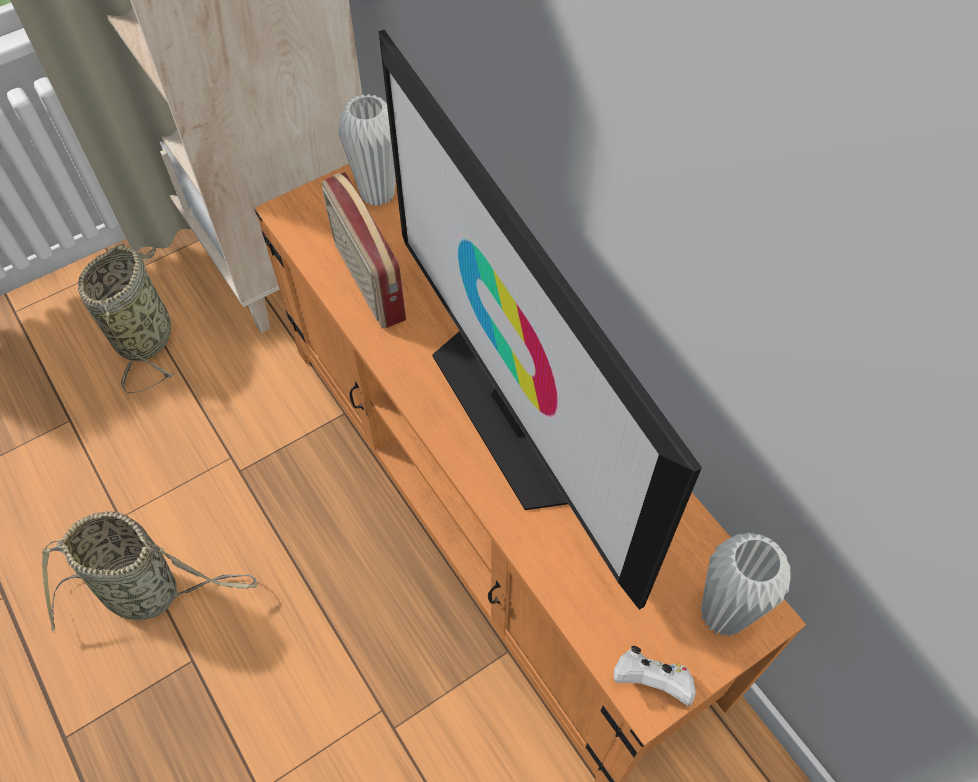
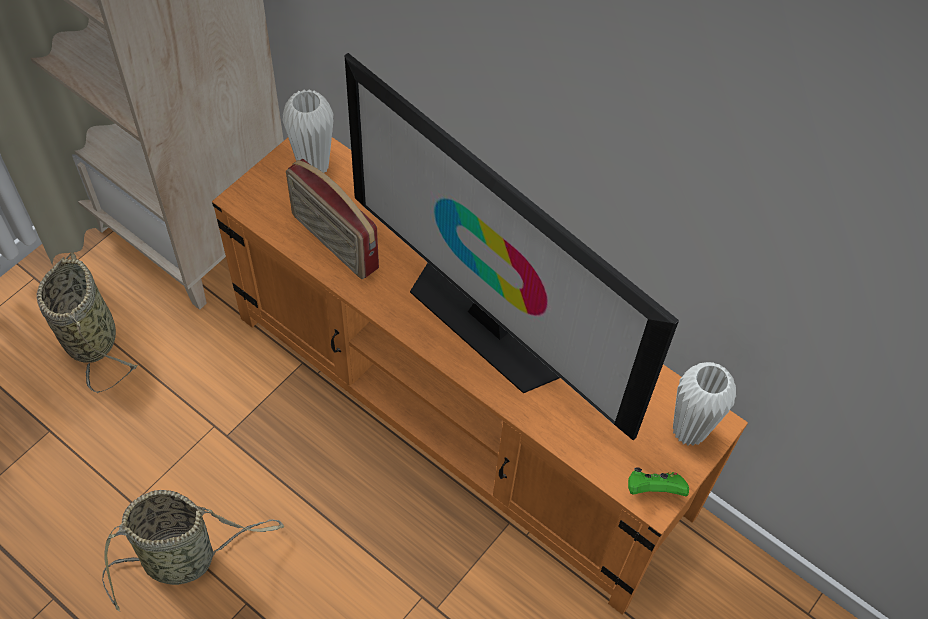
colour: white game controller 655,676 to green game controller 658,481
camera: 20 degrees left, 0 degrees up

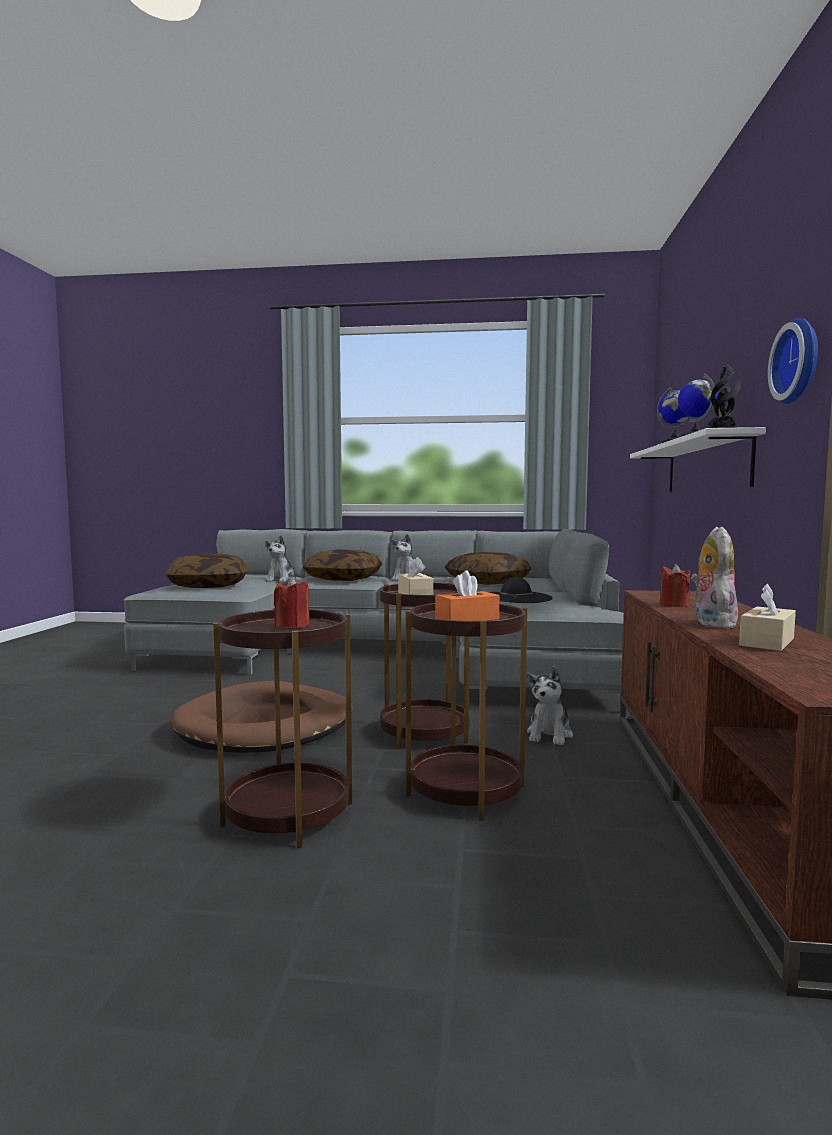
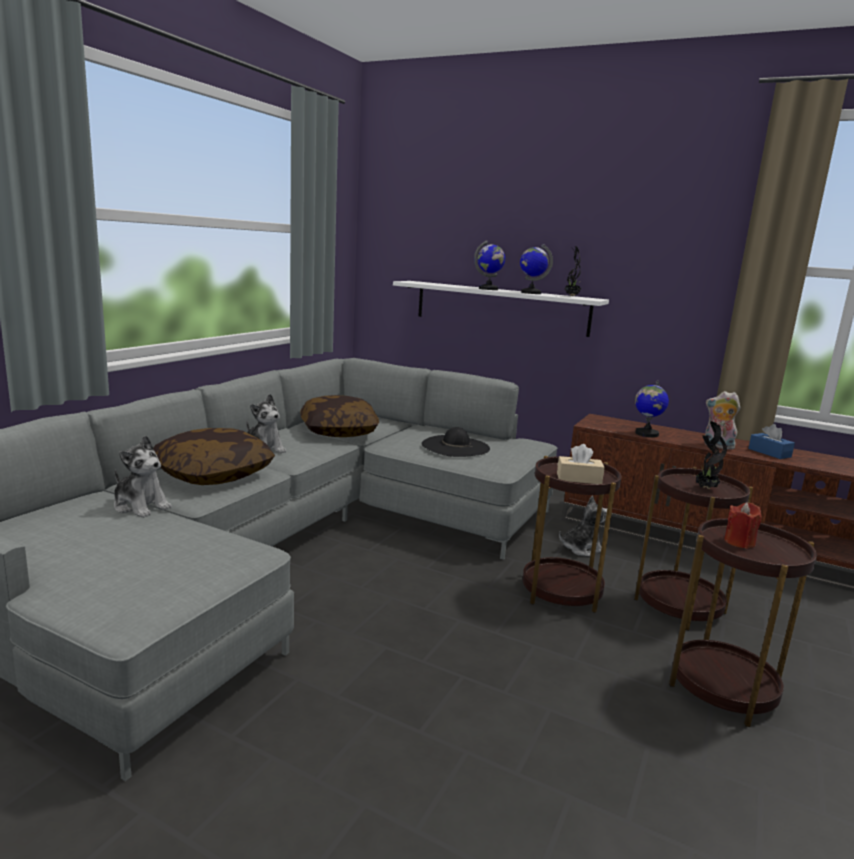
missing: pillow 207,571; brown dog bed 262,717; wall clock 793,361
exchanged: red candle 675,585 to globe 652,408; orange tissue box 467,595 to potted plant 710,455
colour: beige tissue box 767,617 to blue tissue box 771,441
spun: plush toy 549,705 = 583,525 60 degrees counterclockwise
camera: 70 degrees left, 10 degrees up

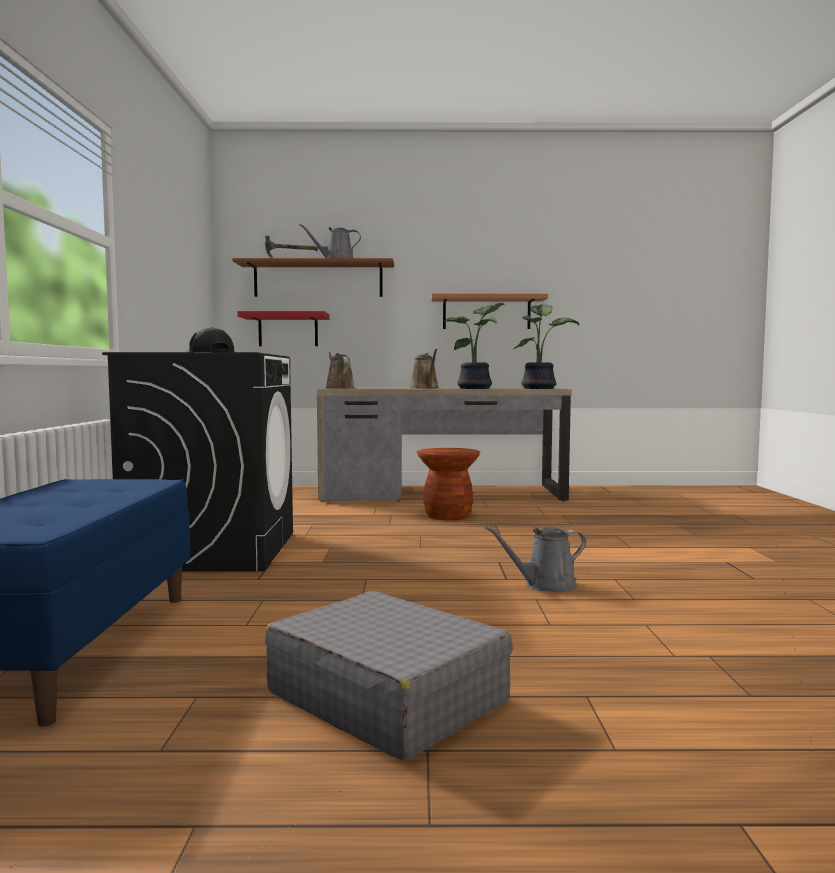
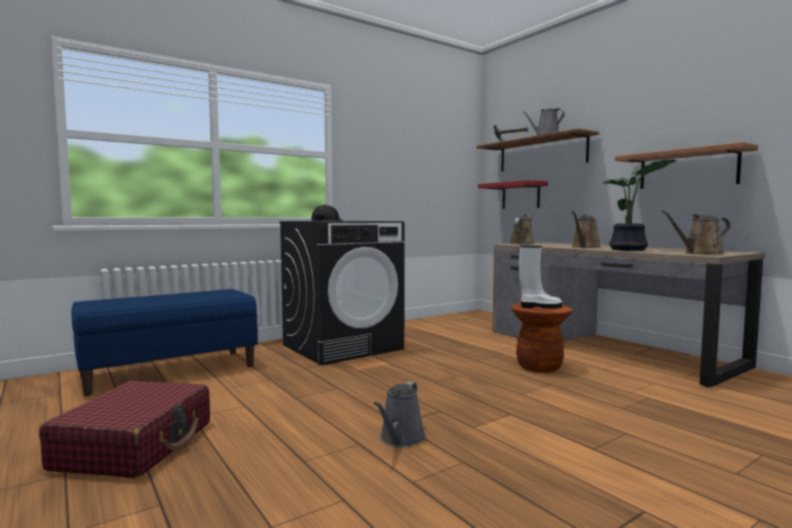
appeared: white boot 540,277
exchanged: potted plant 546,346 to brown watering can 696,232
colour: grey suitcase 389,676 to red suitcase 124,429
spun: grey watering can 535,559 = 400,414 105 degrees counterclockwise
camera: 55 degrees right, 0 degrees up

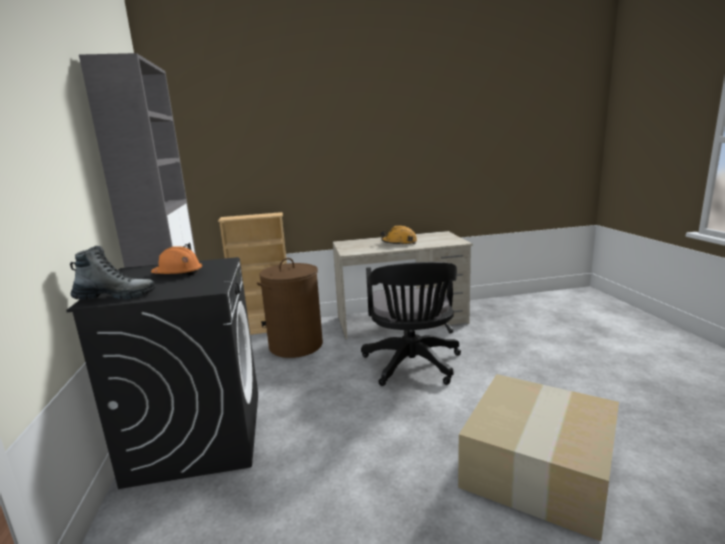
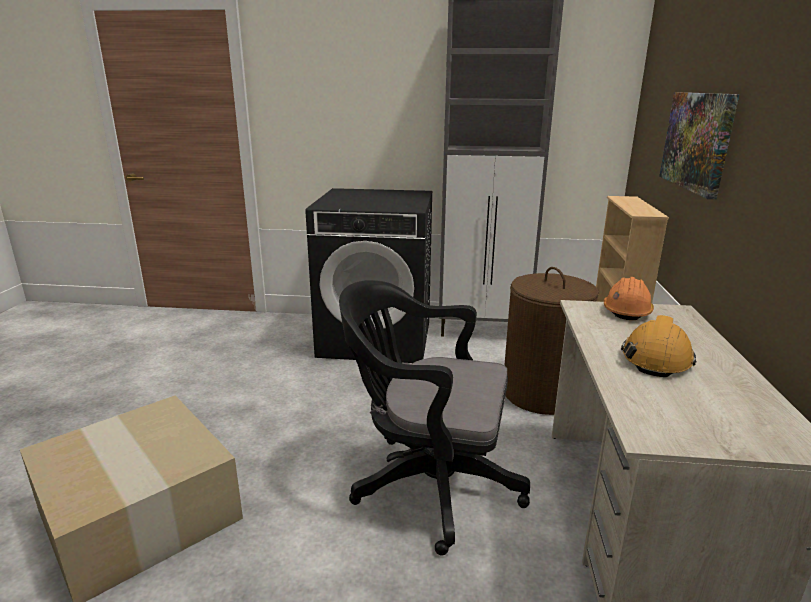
missing: boot 112,273
appeared: picture 699,145
relocated: orange hard hat 176,261 to 629,298
camera: 105 degrees right, 5 degrees up

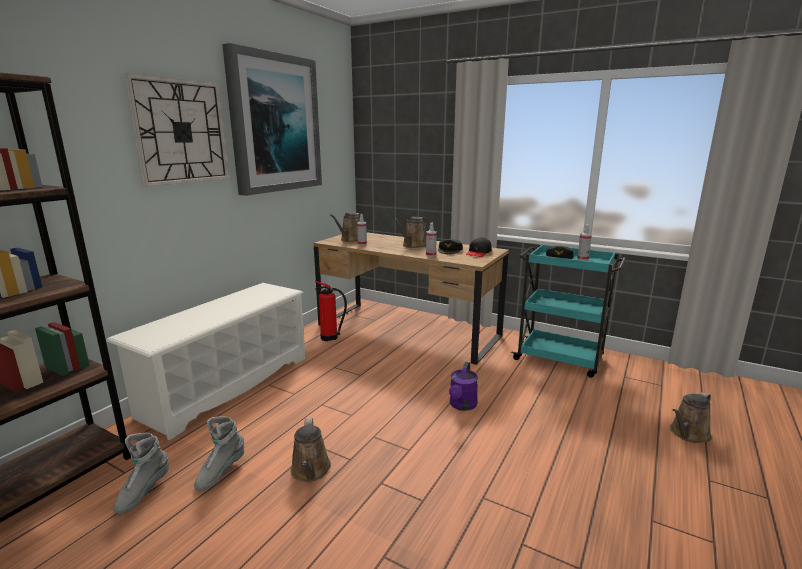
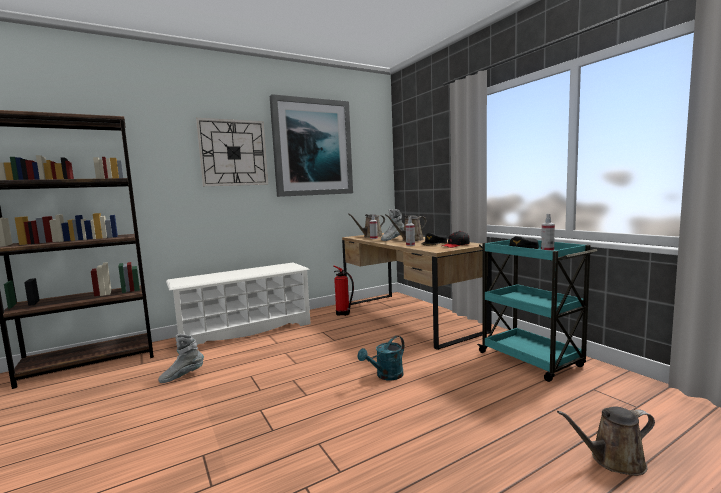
missing: brown watering can 310,450
relocated: grey boot 141,473 to 392,225
colour: purple watering can 463,386 to turquoise watering can 381,358
camera: 30 degrees right, 10 degrees down

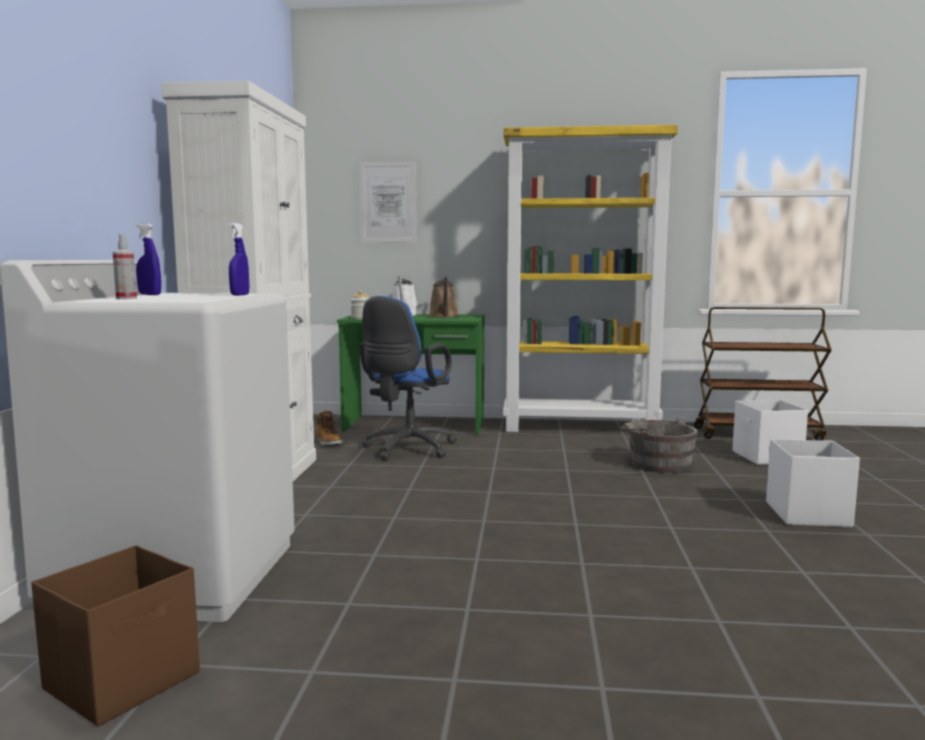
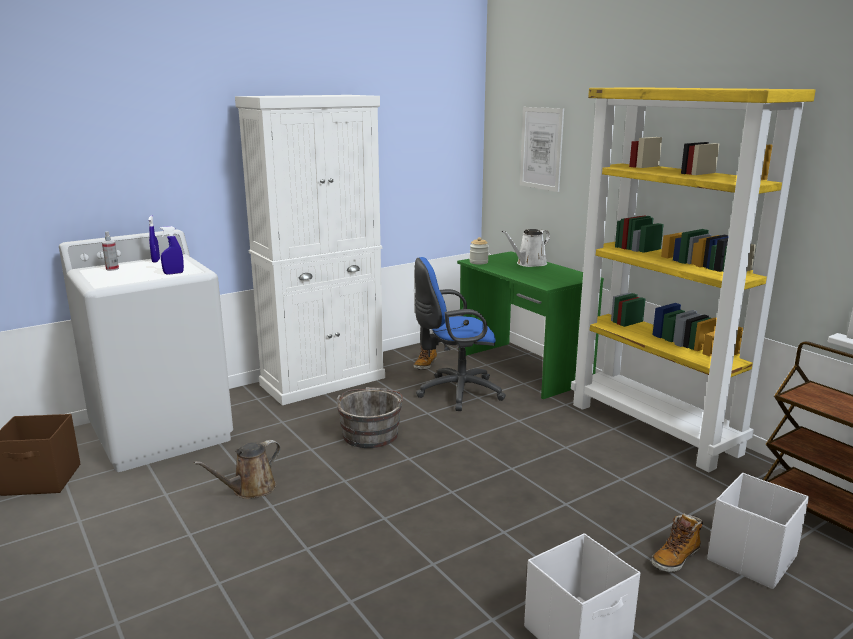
appeared: boot 677,543
relocated: brown watering can 443,297 to 237,469; grey bucket 659,445 to 370,417
camera: 50 degrees right, 10 degrees up

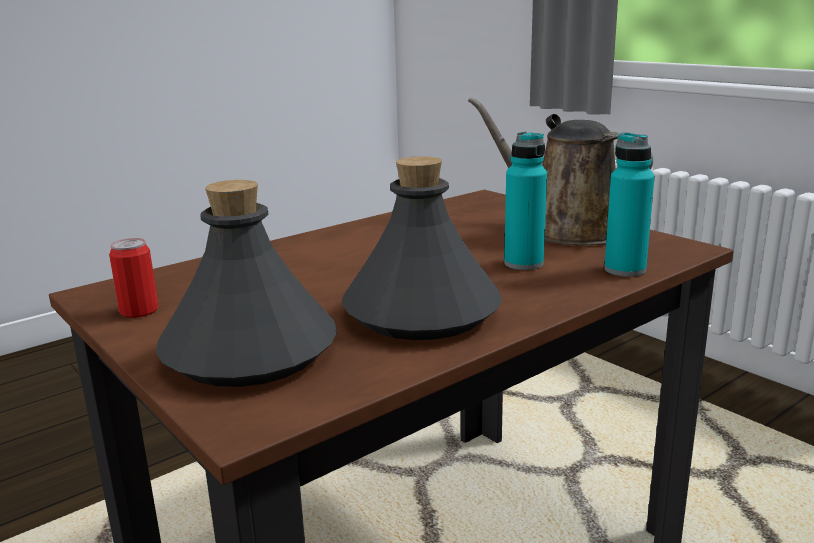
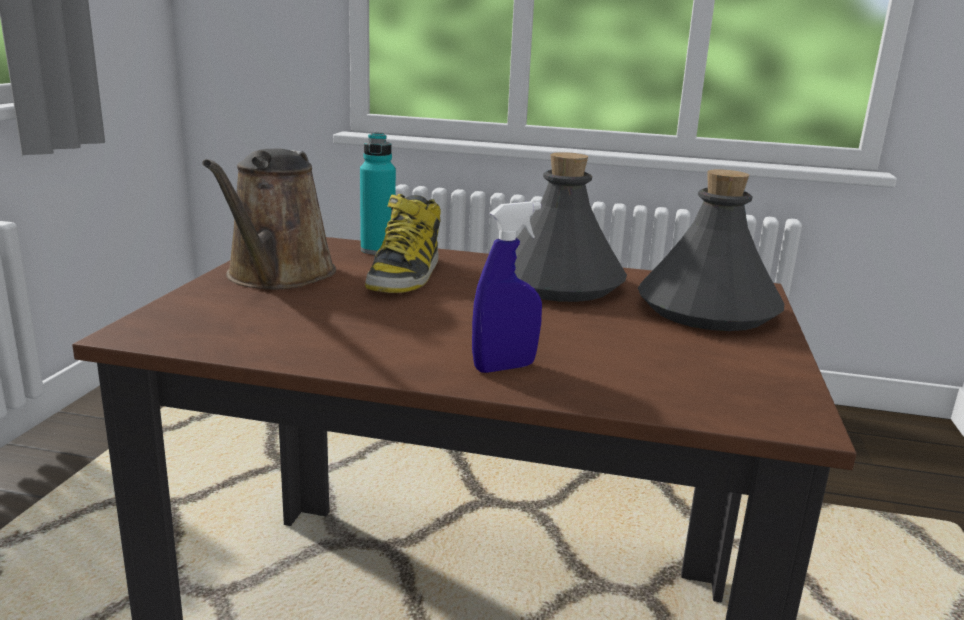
missing: can 134,278
appeared: blue spray bottle 507,287
exchanged: turquoise bottle 525,201 to boot 403,243
camera: 130 degrees left, 0 degrees up

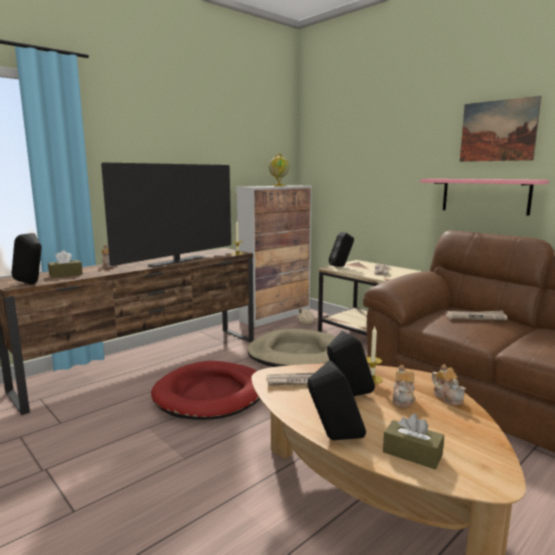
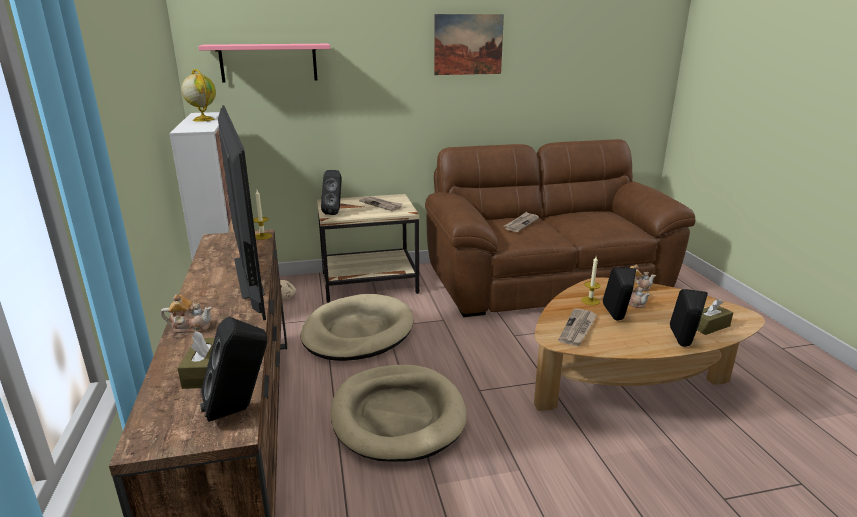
relocated: pink shelf 485,197 to 264,63
colour: red dog bed 205,390 to beige dog bed 398,413
camera: 60 degrees left, 10 degrees up

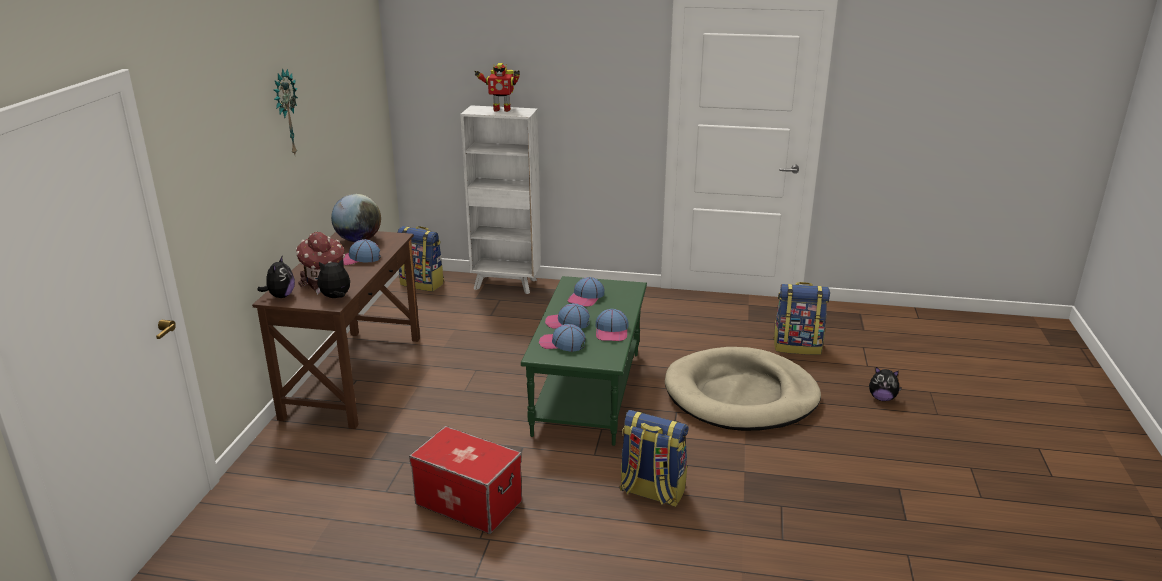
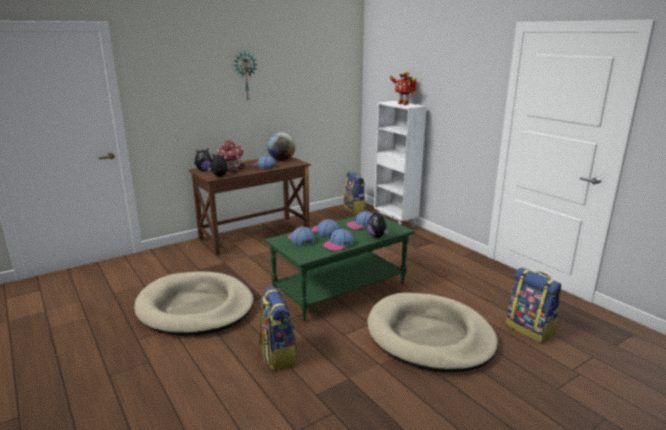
relocated: plush toy 885,384 to 378,224
exchanged: storage box 465,480 to beige dog bed 194,303
camera: 45 degrees right, 5 degrees down

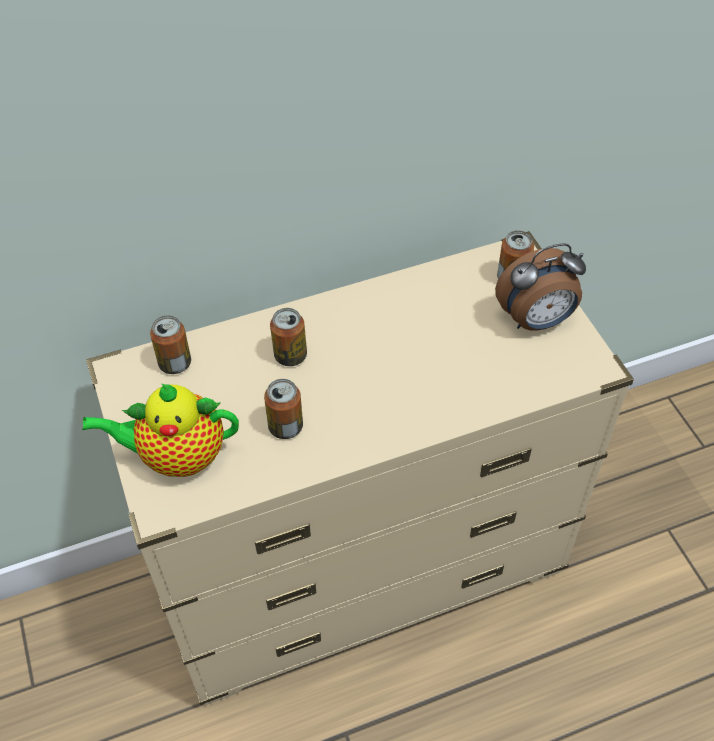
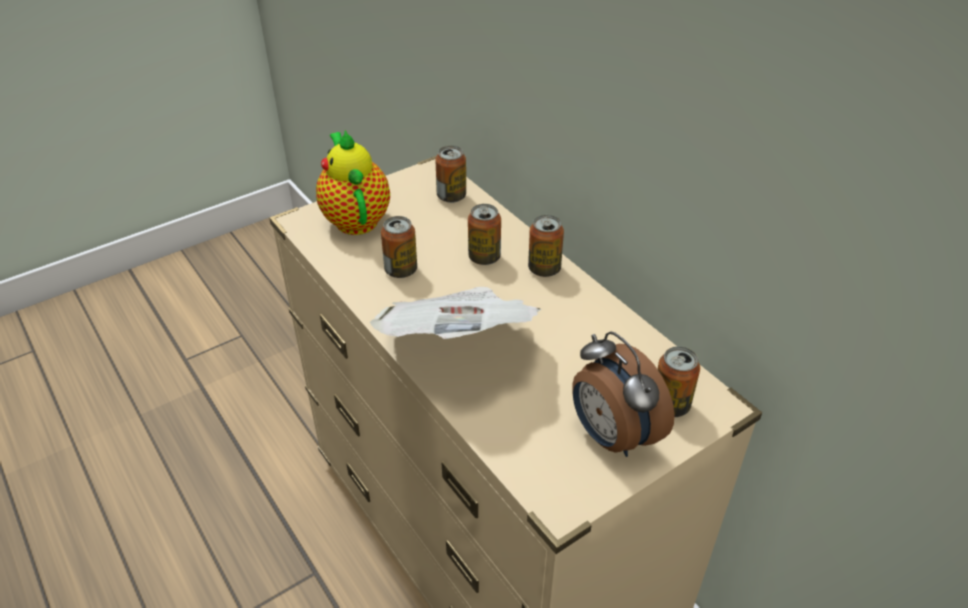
appeared: newspaper 455,313; can 546,246
camera: 75 degrees right, 10 degrees down

